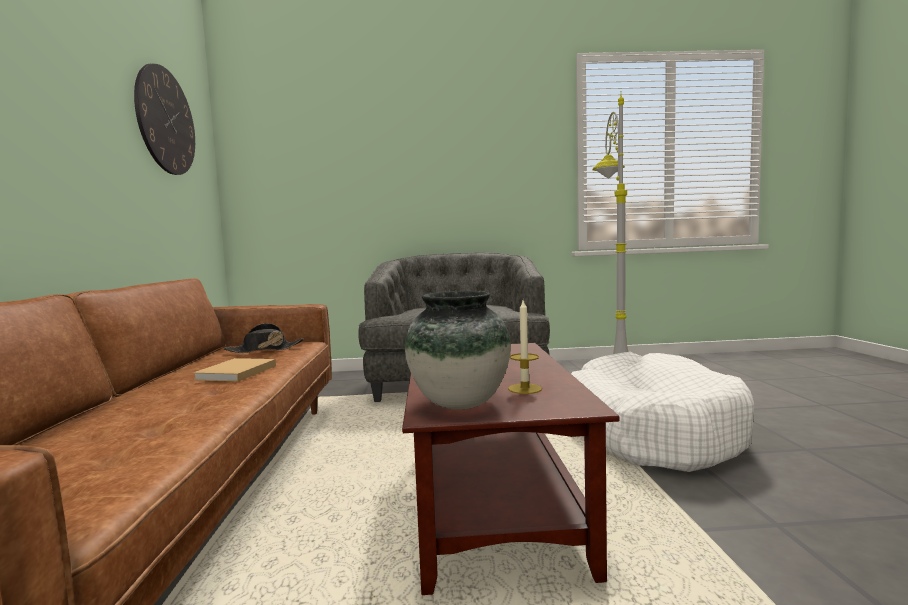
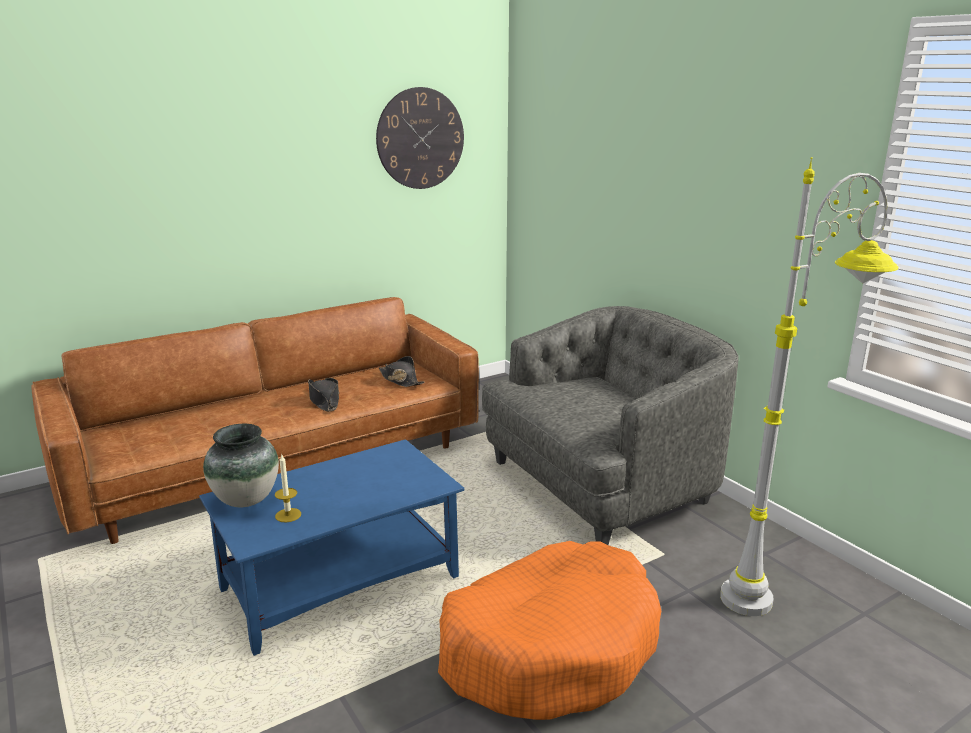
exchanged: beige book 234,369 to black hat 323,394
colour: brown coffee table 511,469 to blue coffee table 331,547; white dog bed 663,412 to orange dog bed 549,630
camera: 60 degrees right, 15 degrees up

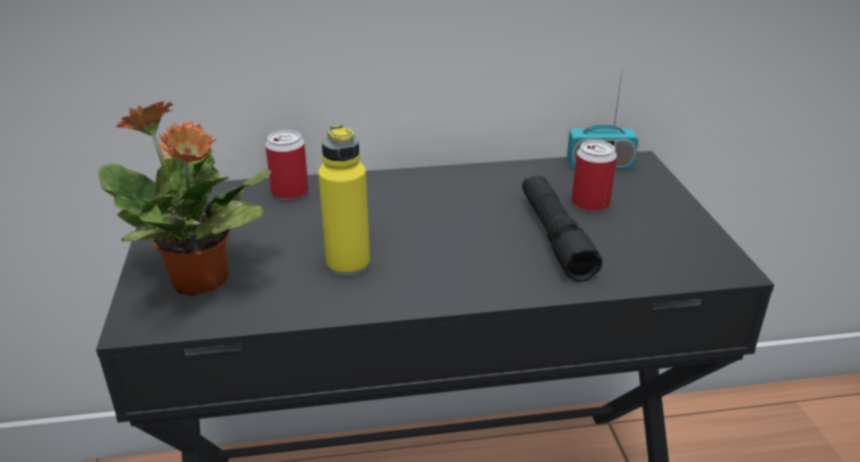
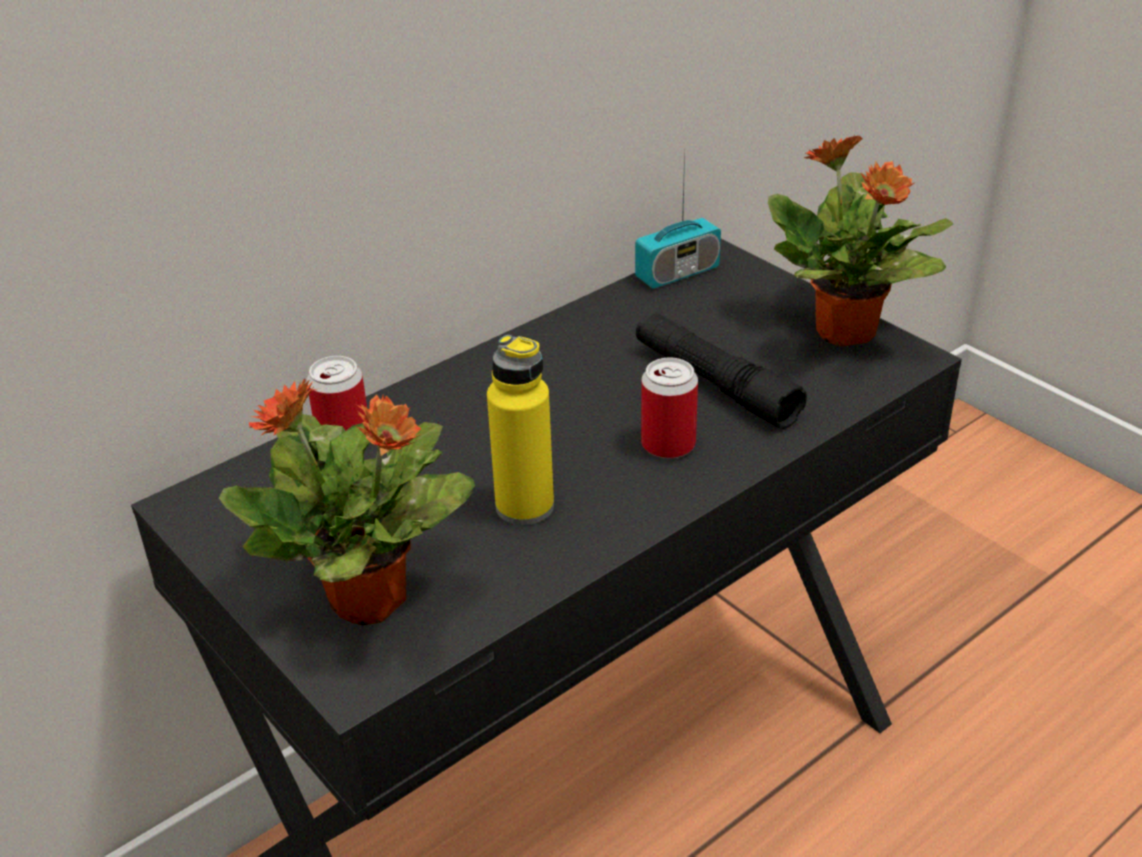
appeared: potted plant 860,241
relocated: can 594,176 to 669,408
camera: 30 degrees left, 5 degrees up

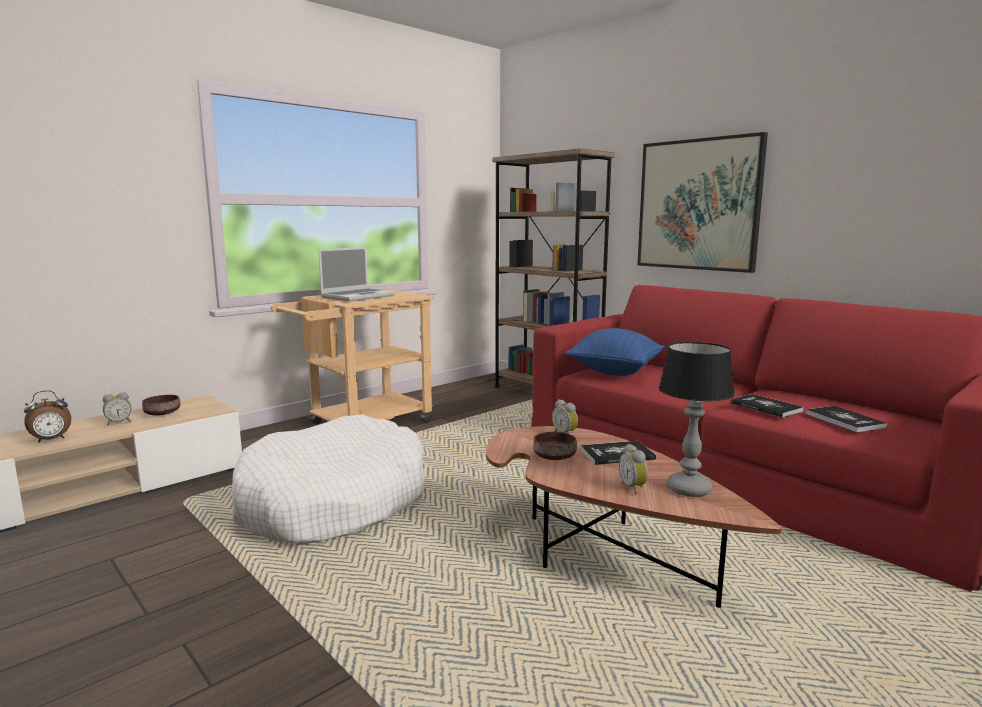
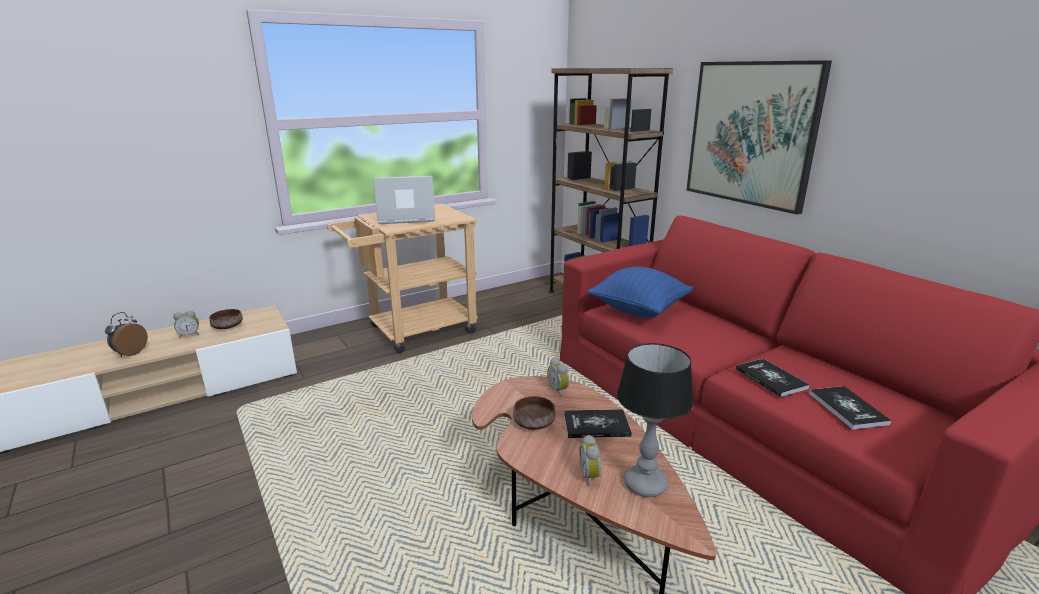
missing: white dog bed 328,479
spun: alarm clock 47,416 = 126,334 135 degrees clockwise; laptop 357,274 = 404,200 150 degrees counterclockwise
camera: 10 degrees right, 10 degrees up

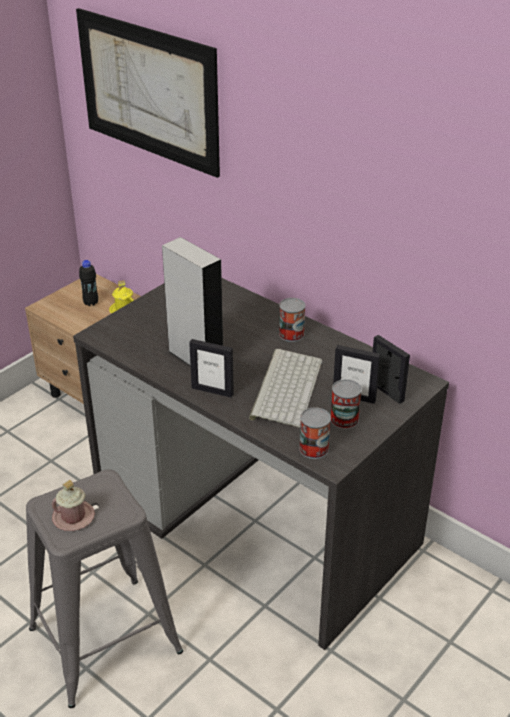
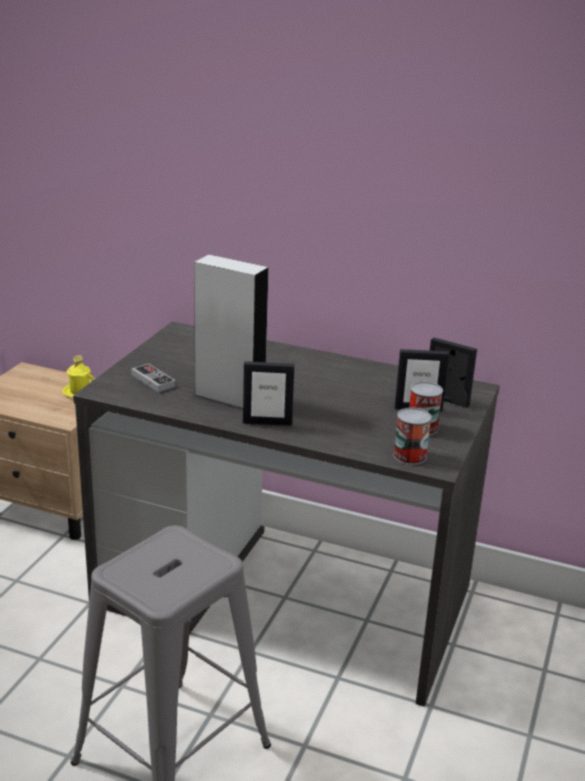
missing: pink mug 73,505; picture 148,93; black bottle 88,283; keyboard 285,388; can 292,320
appeared: game controller 153,378
camera: 20 degrees left, 10 degrees down

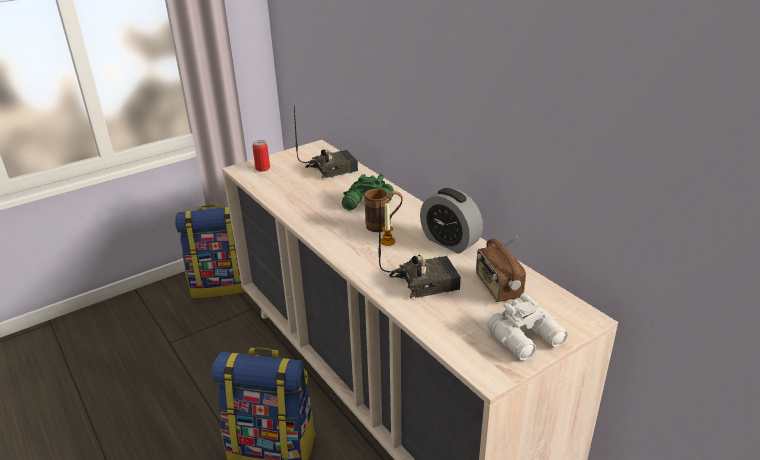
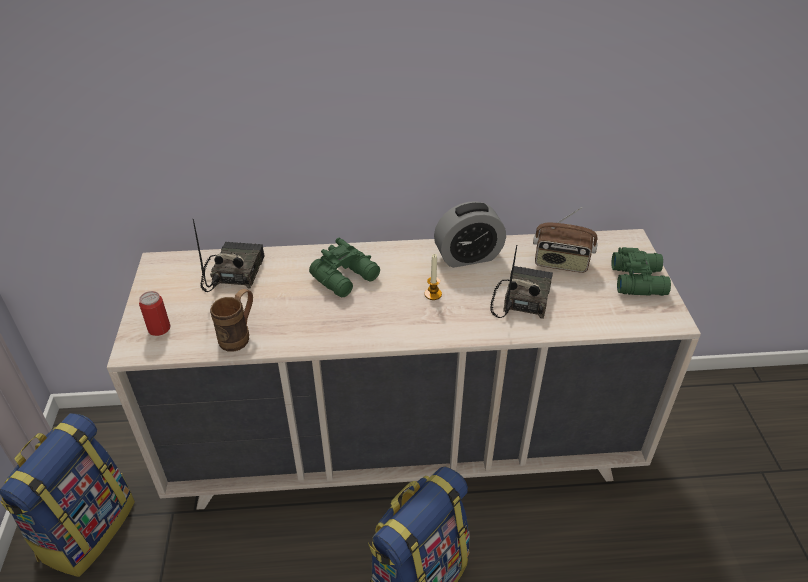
relocated: brown mug 383,210 to 231,320
colour: white binoculars 527,327 to green binoculars 641,271
camera: 60 degrees left, 10 degrees up

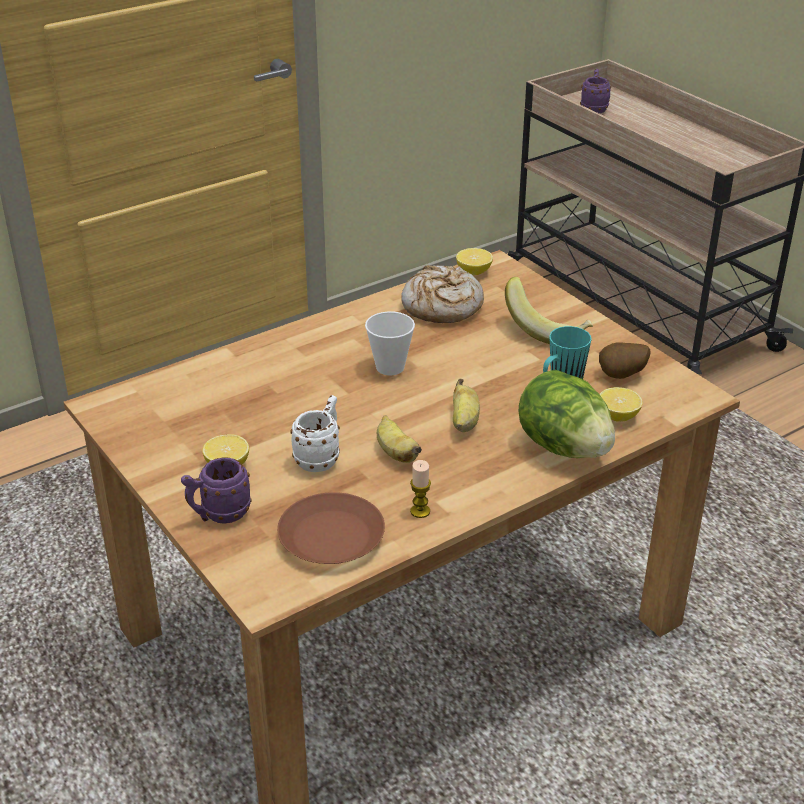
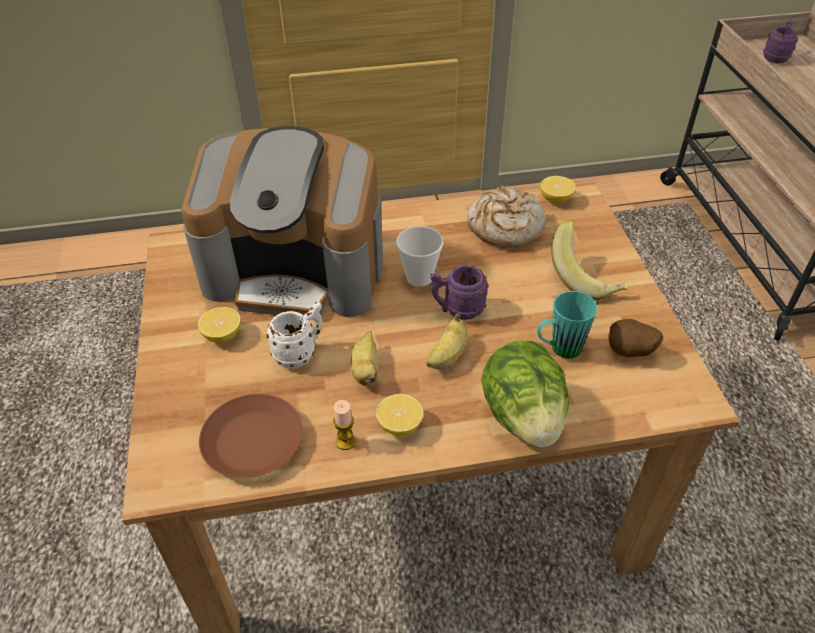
appeared: coffee machine 282,223
relocated: lemon 621,404 to 399,415; purple mug 216,491 to 459,292
camera: 25 degrees right, 10 degrees up

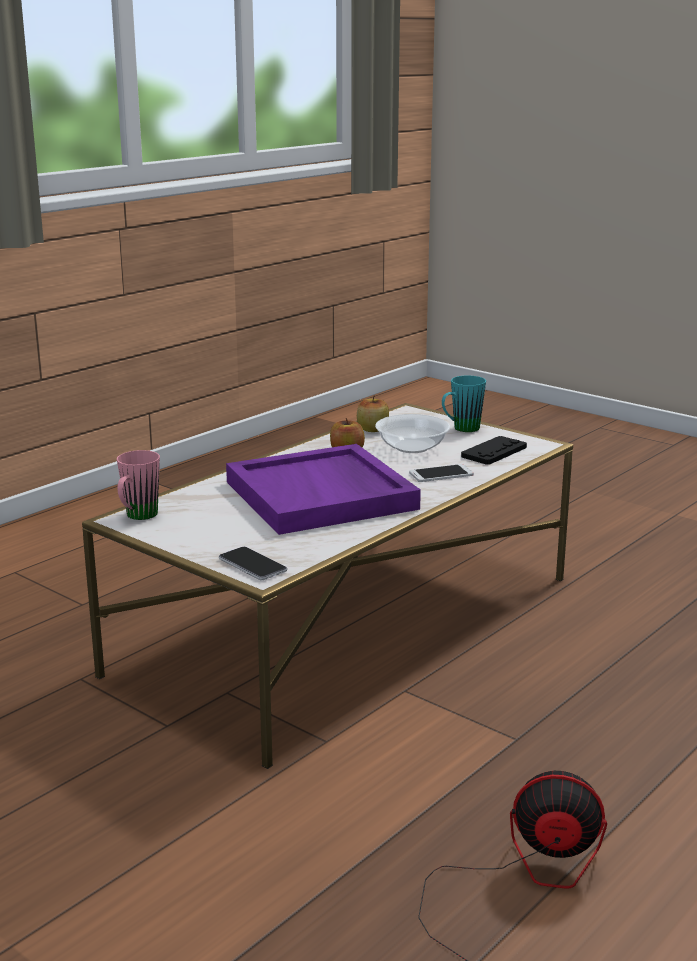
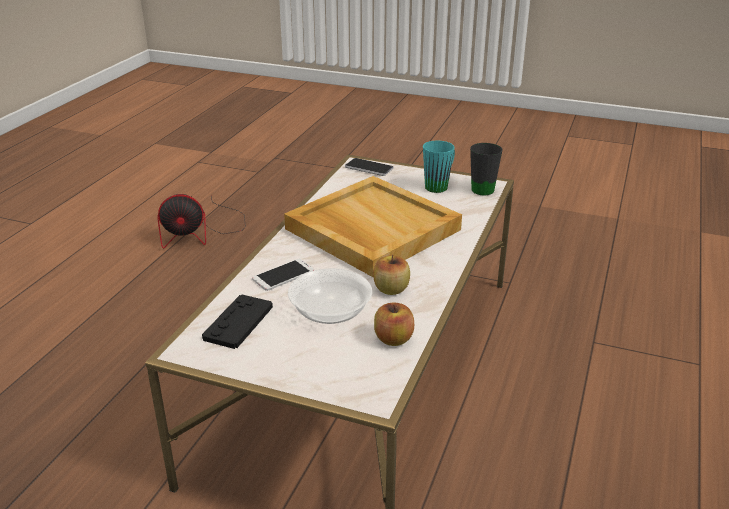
relocated: turquoise mug 464,403 to 439,167
colour: purple tray 323,489 to beige tray 373,226; pink mug 138,485 to black mug 486,169
camera: 160 degrees right, 10 degrees up

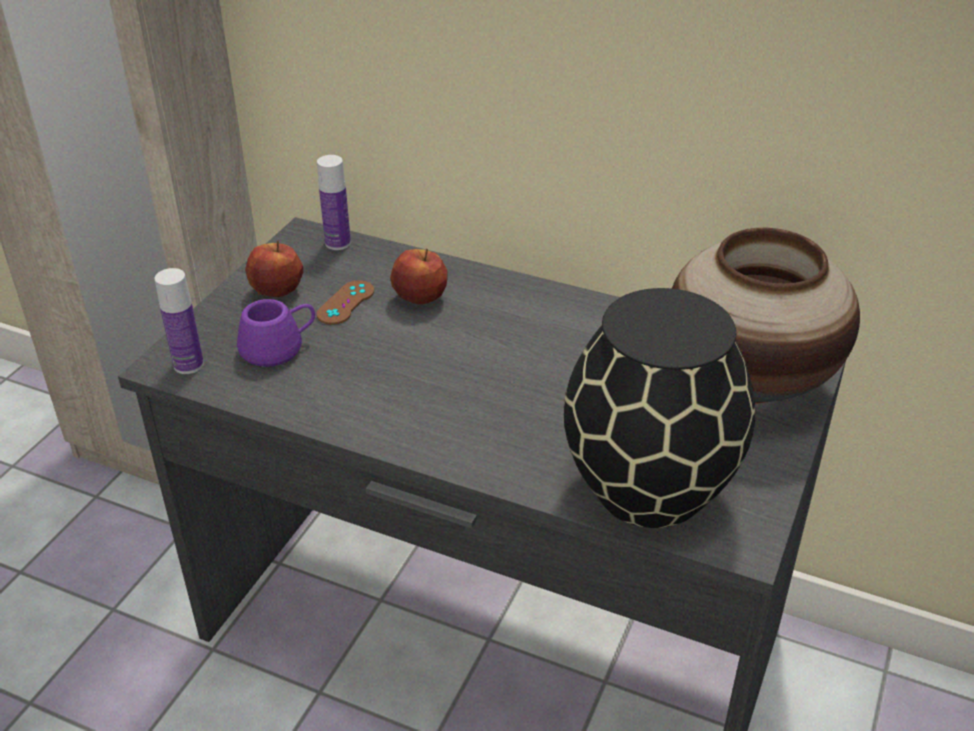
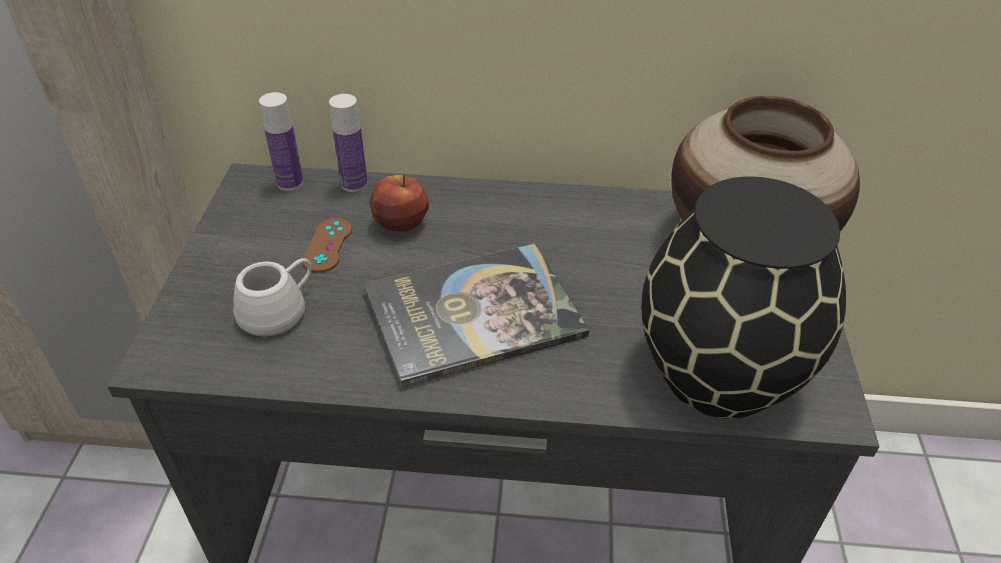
missing: apple 274,269
appeared: book 476,315
relocated: bottle 179,321 to 348,143
colour: purple mug 276,333 to white mug 272,297
camera: 20 degrees left, 5 degrees up

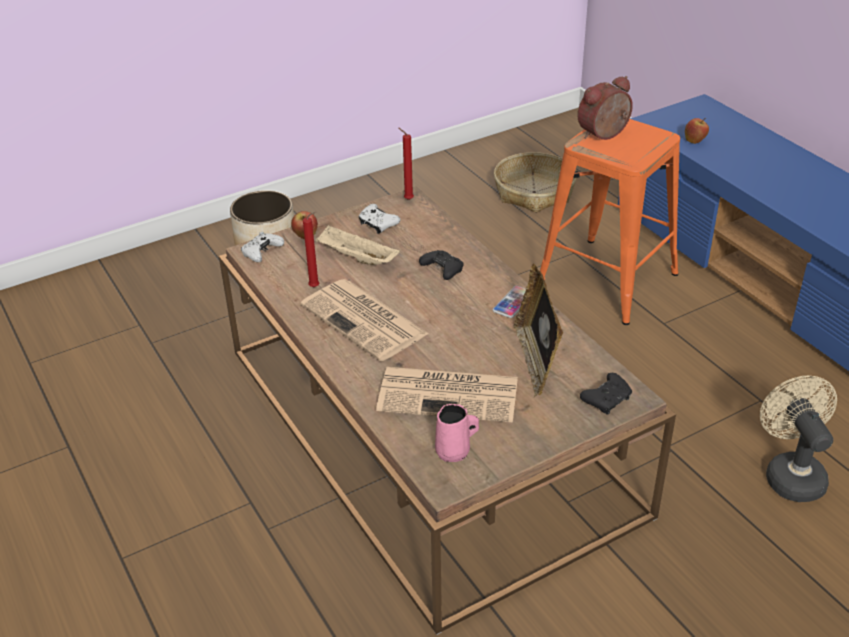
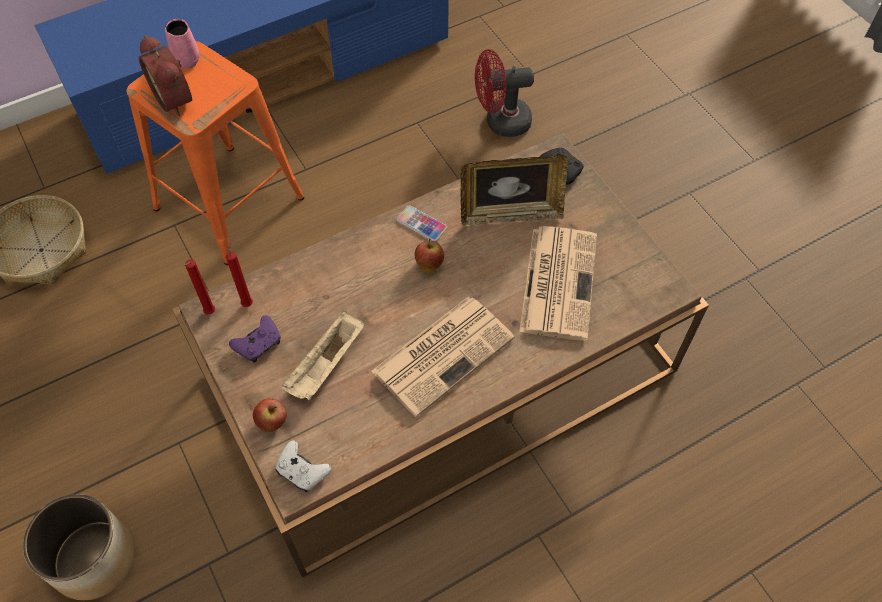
missing: black game controller 441,265
relocated: pink mug 457,432 to 182,44; red candle 311,249 to 239,274; apple 697,131 to 429,255
colour: white game controller 379,219 to purple game controller 255,338; beige fan 798,439 to red fan 504,93
camera: 90 degrees left, 20 degrees up

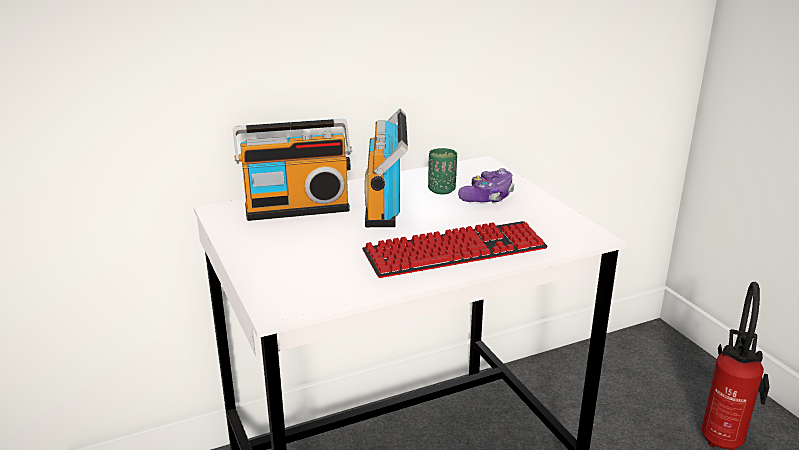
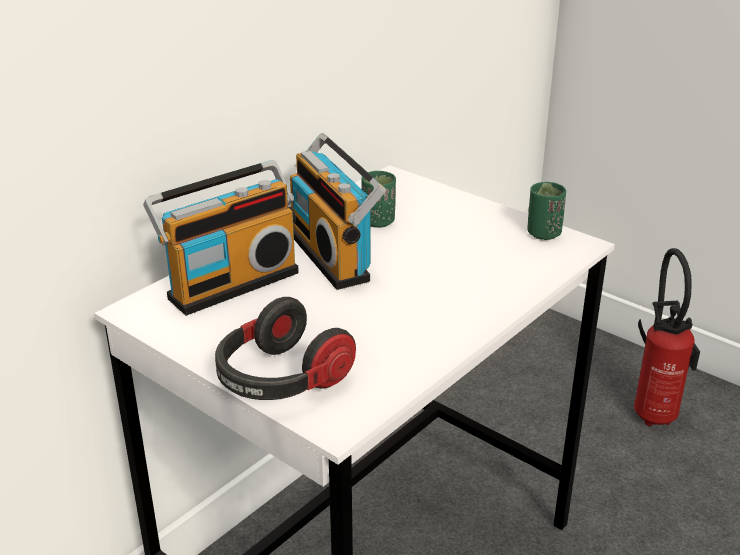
missing: keyboard 455,249; game controller 486,185
appeared: headphones 285,348; green cup 546,211
camera: 25 degrees left, 5 degrees up

